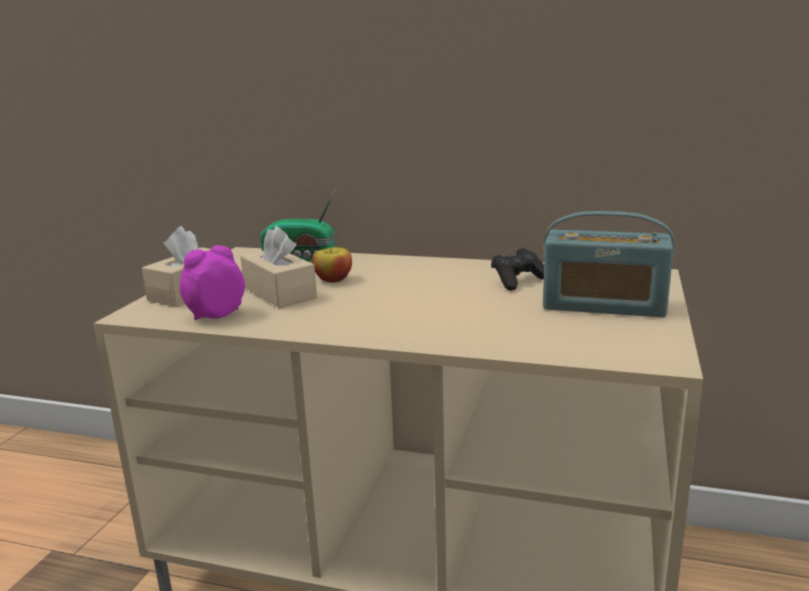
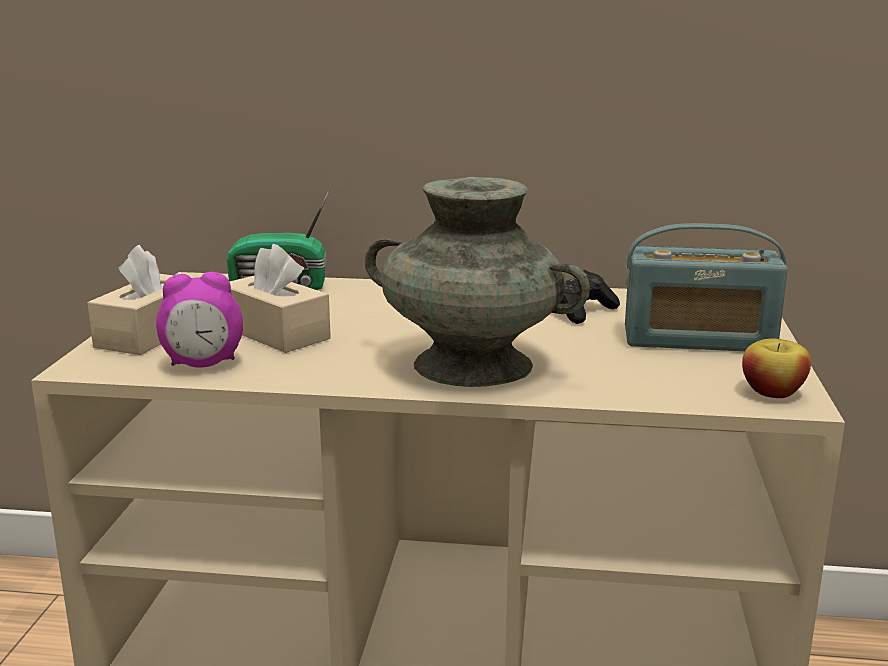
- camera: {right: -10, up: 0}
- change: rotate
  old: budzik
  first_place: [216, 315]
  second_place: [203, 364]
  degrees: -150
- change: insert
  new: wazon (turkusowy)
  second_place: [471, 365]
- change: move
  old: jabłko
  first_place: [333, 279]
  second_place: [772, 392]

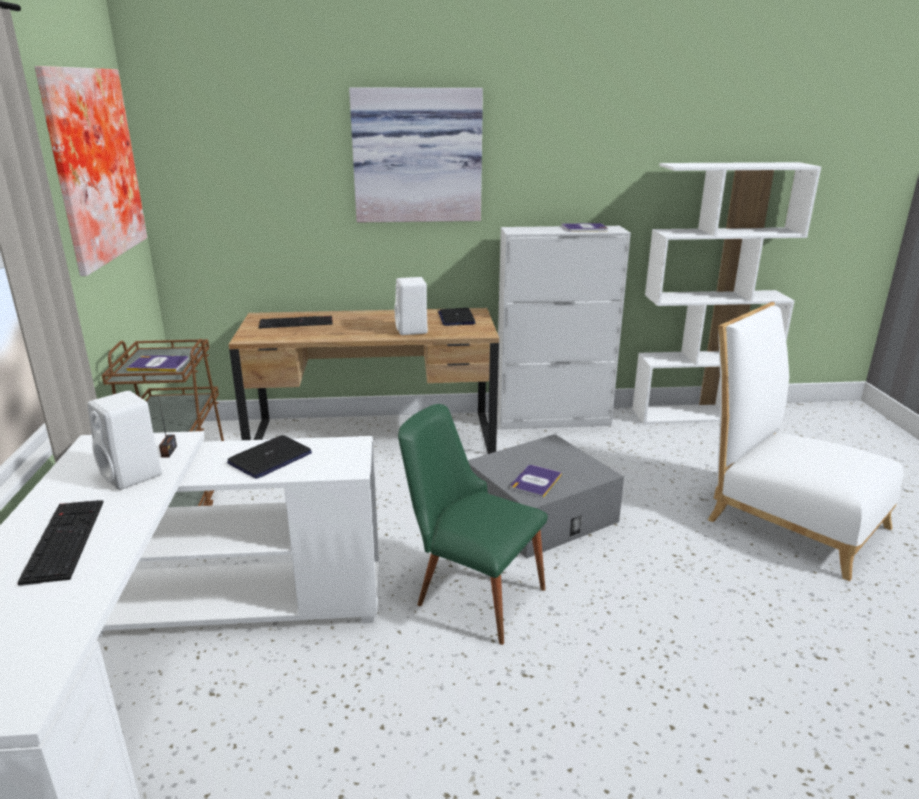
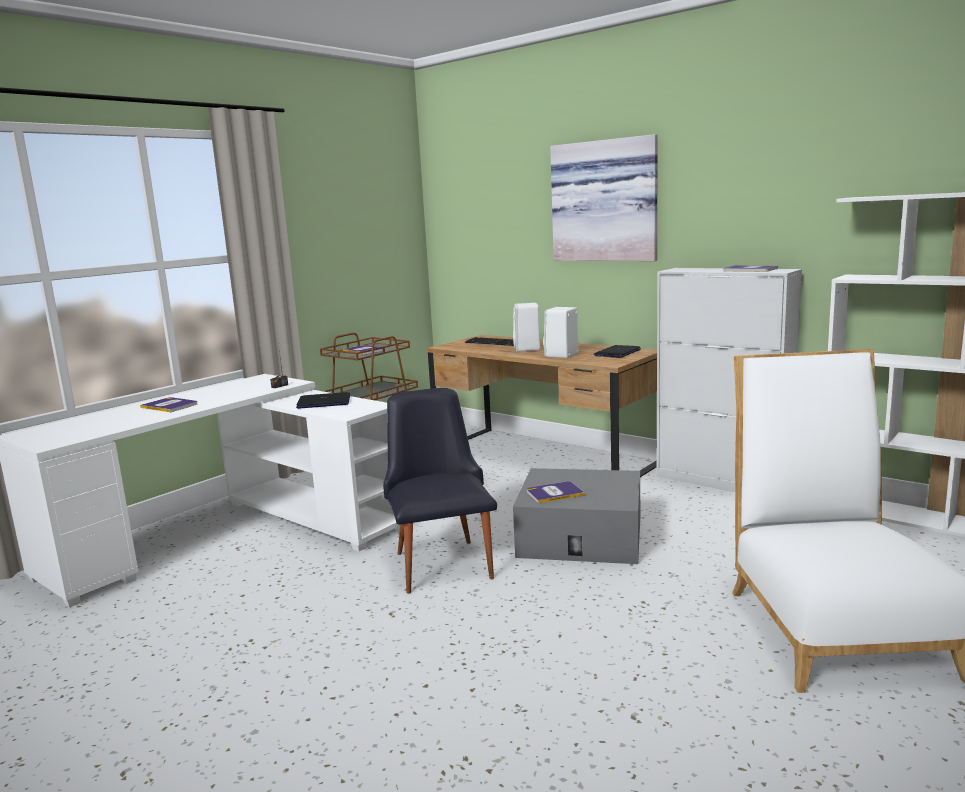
- camera: {right: 45, up: -10}
- change: replace
  old: klawiatura
  new: książka
  first_place: [62, 540]
  second_place: [170, 406]
- change: recolor
  old: krzesło (zielony)
  new: krzesło (czarny)
  first_place: [471, 592]
  second_place: [441, 560]
- change: move
  old: głośnik (biały)
  first_place: [133, 475]
  second_place: [527, 349]
- change: delete
  old: obraz
  first_place: [90, 166]

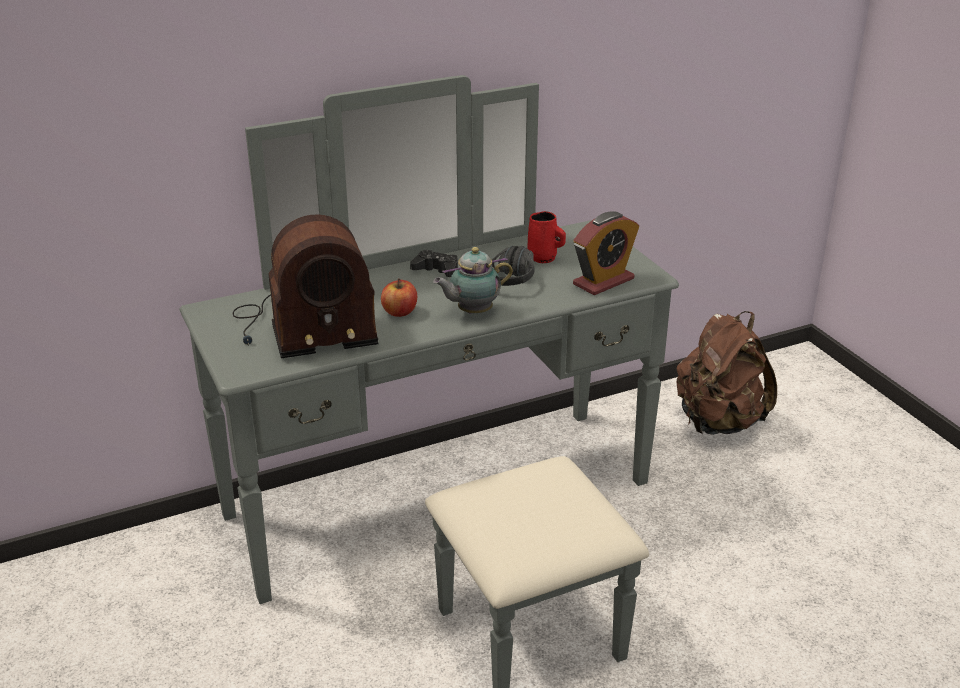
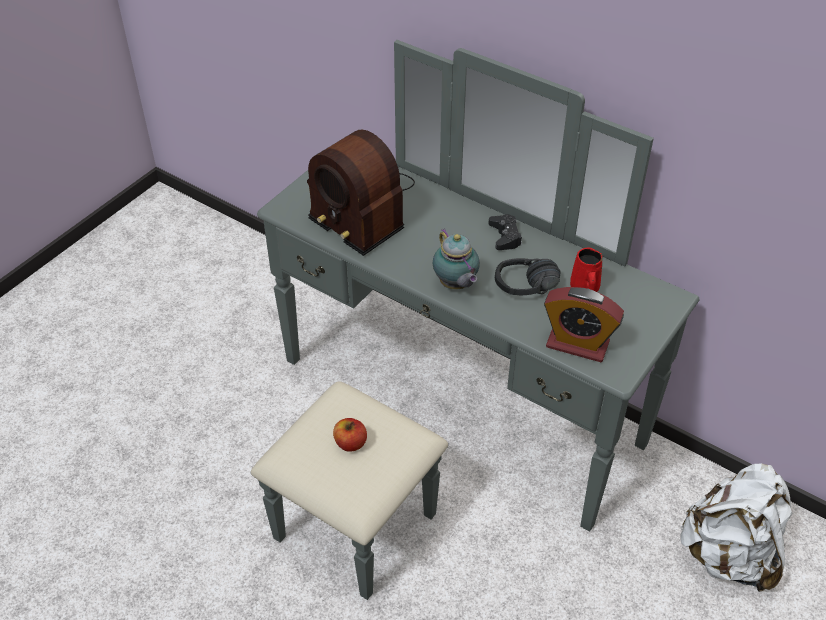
- camera: {right: 60, up: 15}
- change: move
  old: jabłko
  first_place: [400, 312]
  second_place: [350, 443]
- change: rotate
  old: imbryk
  first_place: [472, 312]
  second_place: [455, 285]
  degrees: -150
- change: recolor
  old: plecak (brązowy)
  new: plecak (biały)
  first_place: [718, 422]
  second_place: [729, 554]

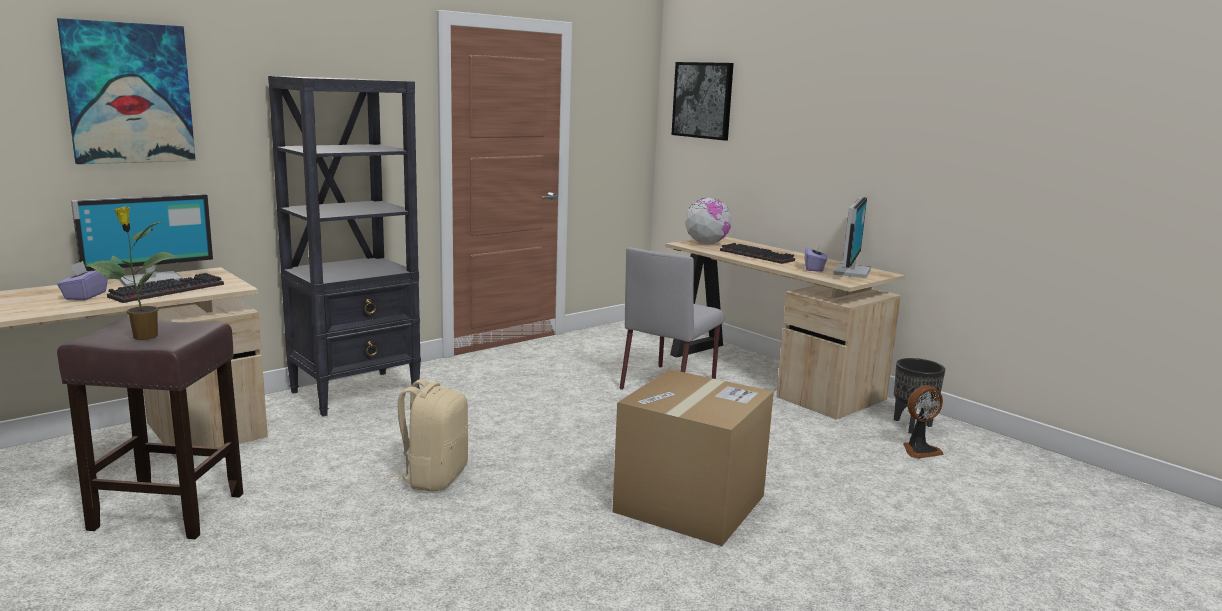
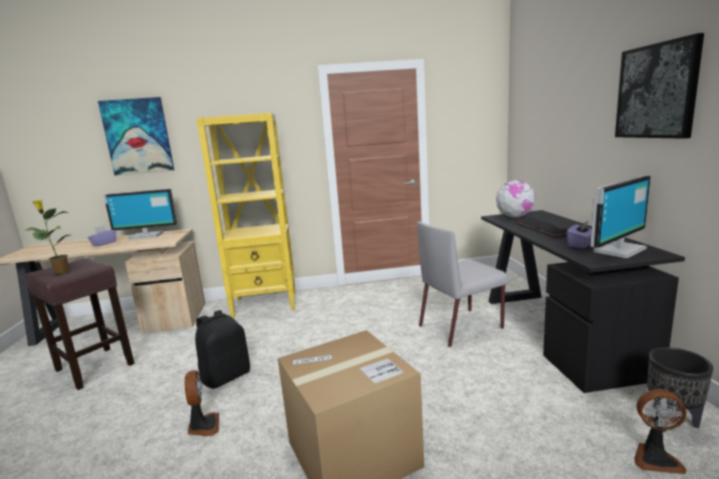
- camera: {right: 35, up: 0}
- change: insert
  new: wentylator
  second_place: [203, 426]
- change: recolor
  old: plecak (beżowy)
  new: plecak (czarny)
  first_place: [434, 477]
  second_place: [226, 376]
- change: recolor
  old: regał (czarny)
  new: regał (żółty)
  first_place: [356, 393]
  second_place: [266, 304]
- change: recolor
  old: biurko (beżowy)
  new: biurko (czarny)
  first_place: [767, 375]
  second_place: [555, 331]
- change: move
  old: obraz
  first_place: [703, 100]
  second_place: [656, 91]
- change: delete
  old: klawiatura
  first_place: [168, 290]

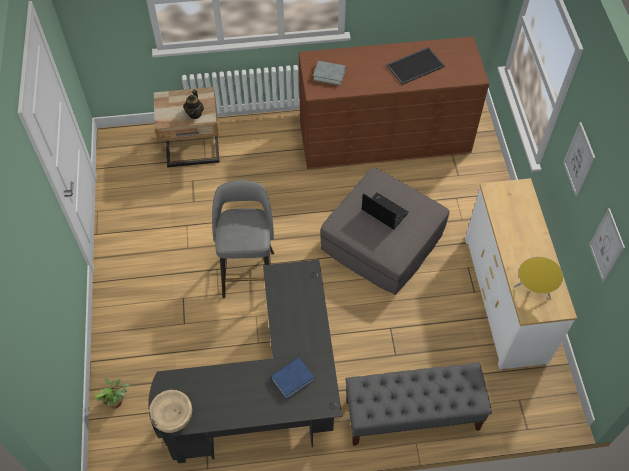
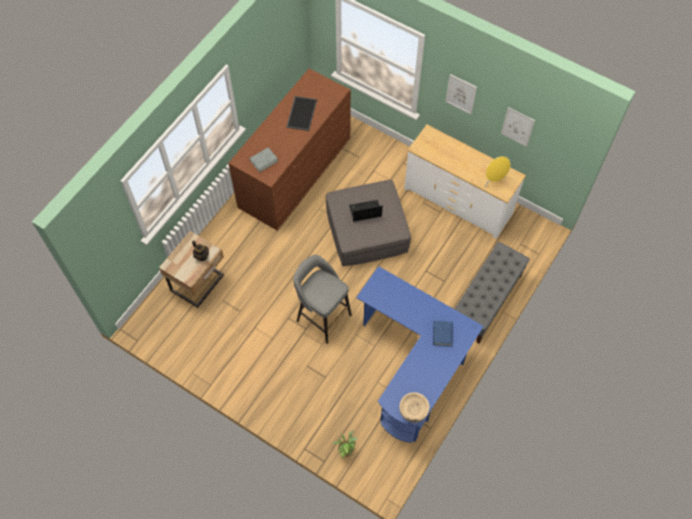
- camera: {right: -50, up: 5}
- change: recolor
  old: biurko (czarny)
  new: biurko (niebieski)
  first_place: [267, 399]
  second_place: [415, 366]

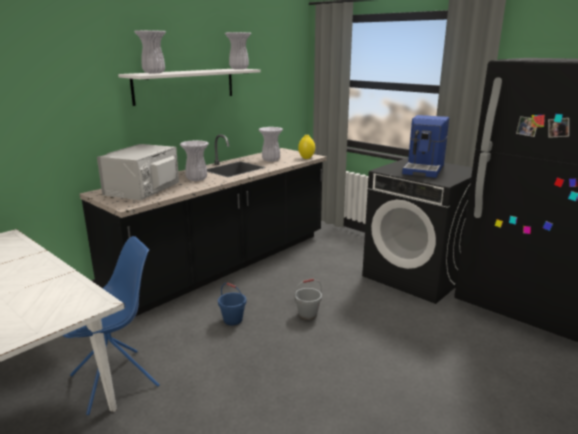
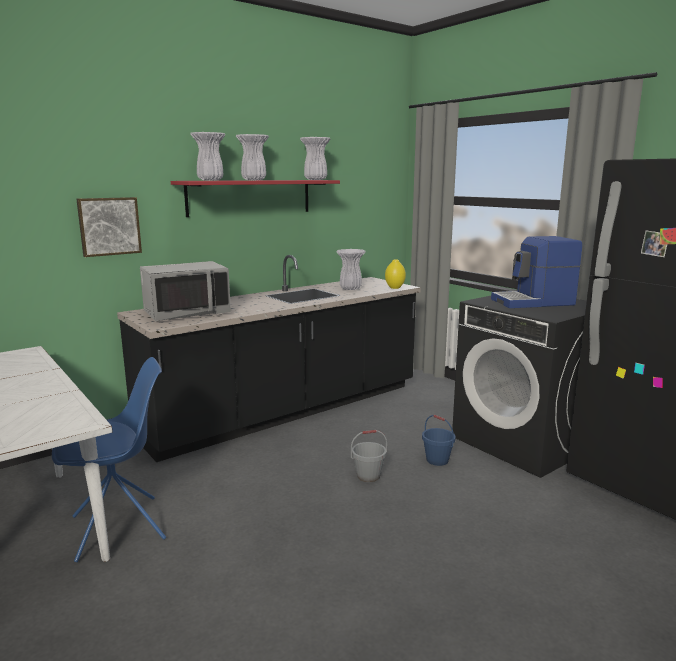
- camera: {right: 10, up: -5}
- change: insert
  new: obraz
  second_place: [109, 226]
- change: rotate
  old: mikrofalówka (szary)
  first_place: [143, 191]
  second_place: [187, 313]
  degrees: -150
- change: recolor
  old: półka (biały)
  new: półka (czerwony)
  first_place: [185, 85]
  second_place: [250, 197]
- change: move
  old: wazon (biały)
  first_place: [196, 179]
  second_place: [253, 180]
- change: move
  old: wiadro (niebieski)
  first_place: [233, 320]
  second_place: [437, 460]
- change: rotate
  old: ekspres do kawy
  first_place: [424, 169]
  second_place: [533, 302]
  degrees: 45

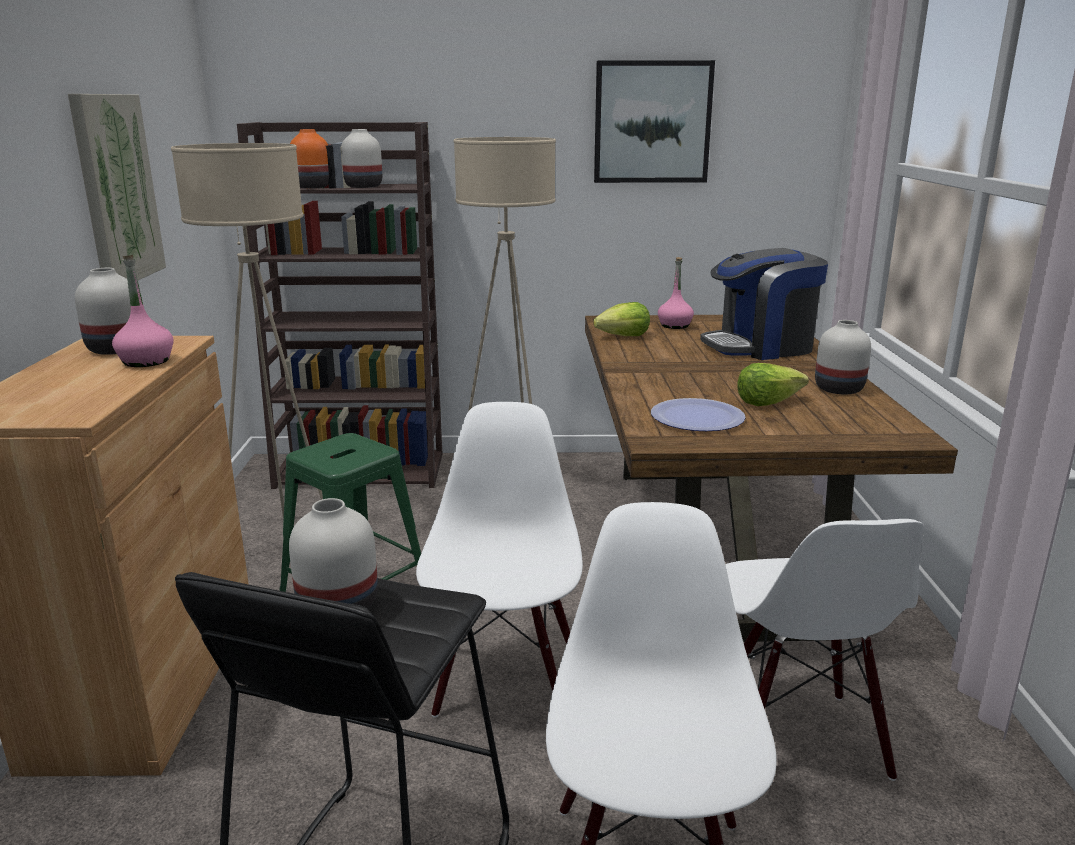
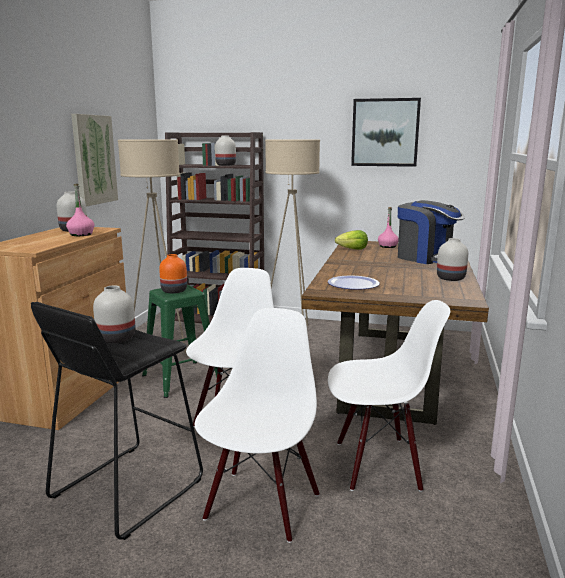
- camera: {right: 15, up: -5}
- change: move
  old: wazon (pomarańczowy)
  first_place: [313, 187]
  second_place: [174, 290]
- change: rotate
  old: krzesło (biały)
  first_place: [795, 739]
  second_place: [378, 464]
  degrees: -105
- change: rotate
  old: ekspres do kawy
  first_place: [760, 347]
  second_place: [427, 258]
  degrees: -135
- change: delete
  old: sałata
  first_place: [767, 402]

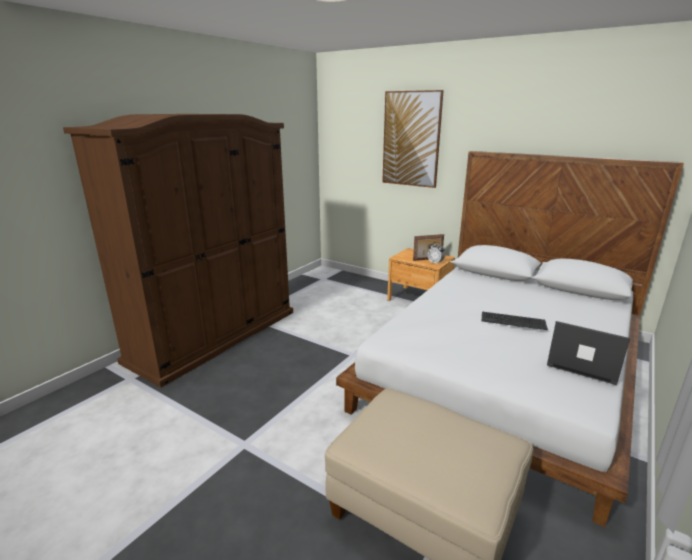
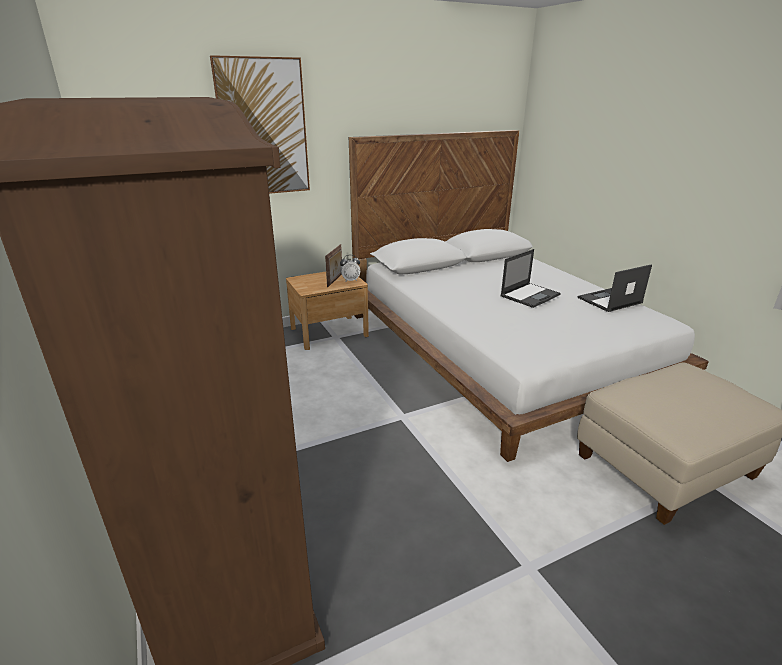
- camera: {right: -60, up: 5}
- change: replace
  old: klawiatura
  new: laptop
  first_place: [513, 321]
  second_place: [530, 295]

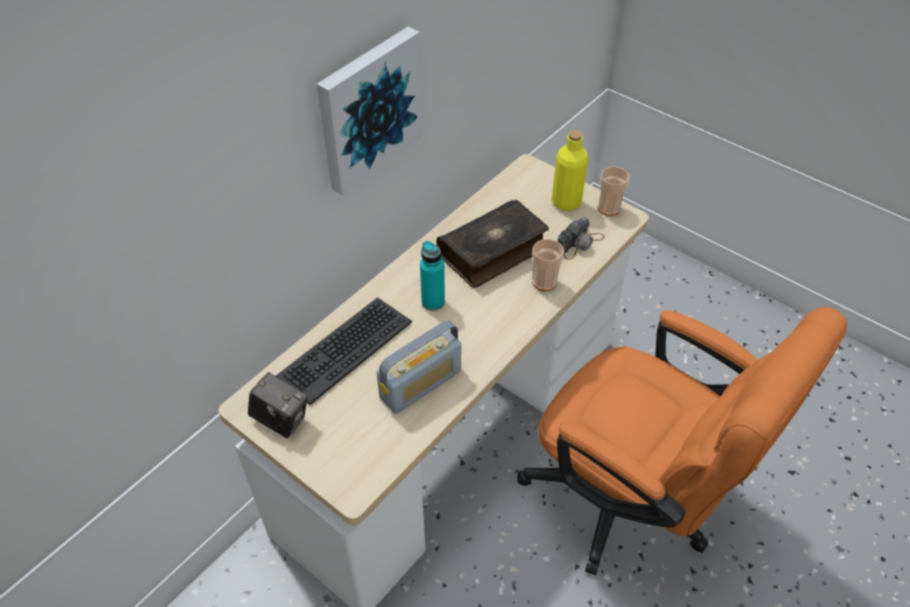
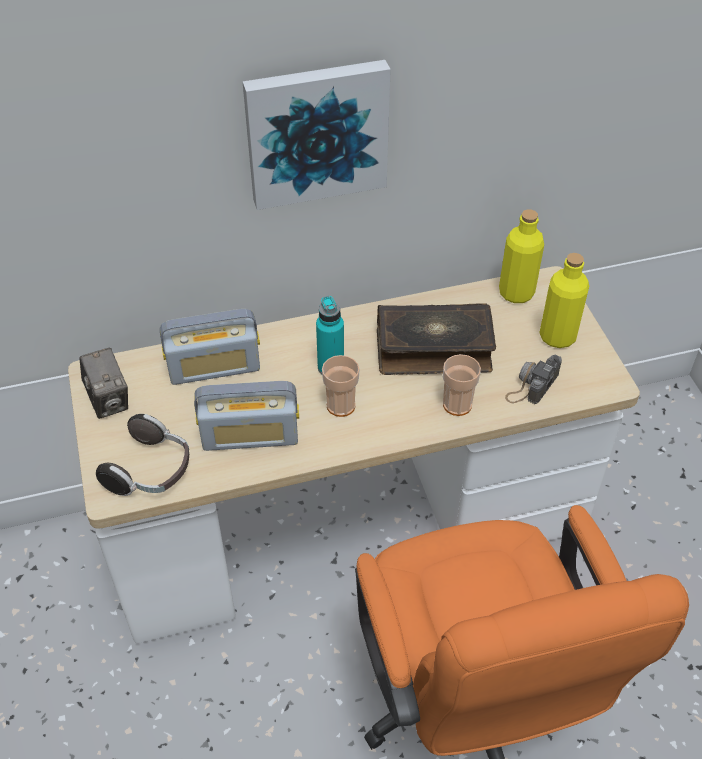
- camera: {right: 35, up: 0}
- change: insert
  new: słuchawki
  second_place: [151, 471]
- change: replace
  old: klawiatura
  new: radio
  first_place: [345, 349]
  second_place: [214, 368]
- change: move
  old: filiżanka
  first_place: [609, 208]
  second_place: [341, 405]
- change: insert
  new: butelka (żółty)
  second_place: [516, 293]
- change: rotate
  old: aparat fotograficzny
  first_place: [580, 243]
  second_place: [532, 385]
  degrees: 135

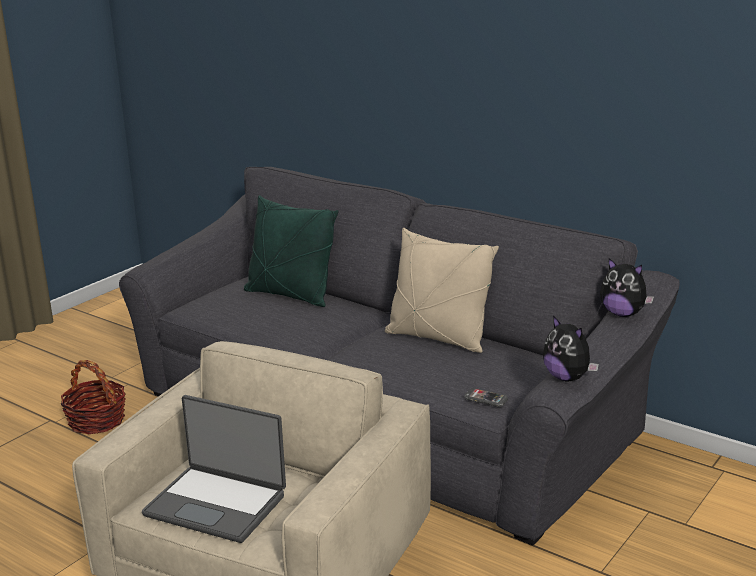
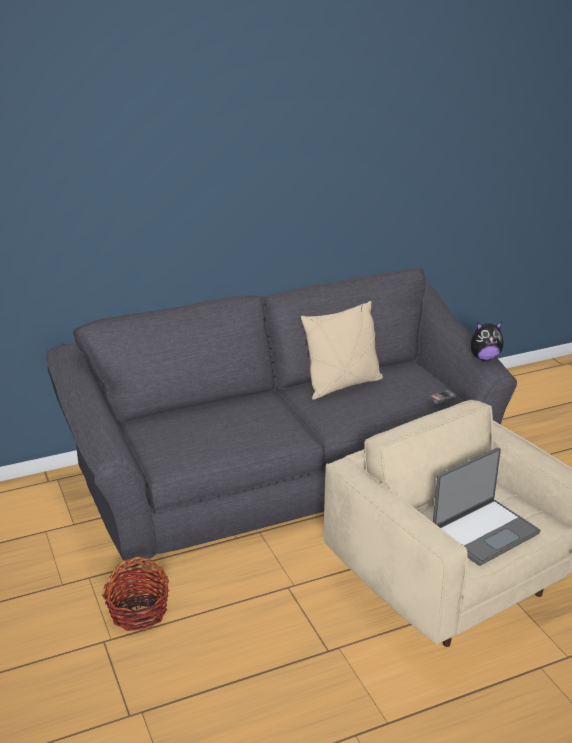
- camera: {right: -60, up: 5}
- change: delete
  old: poduszka (zielony)
  first_place: [290, 295]
- change: delete
  old: pluszak
  first_place: [622, 313]

